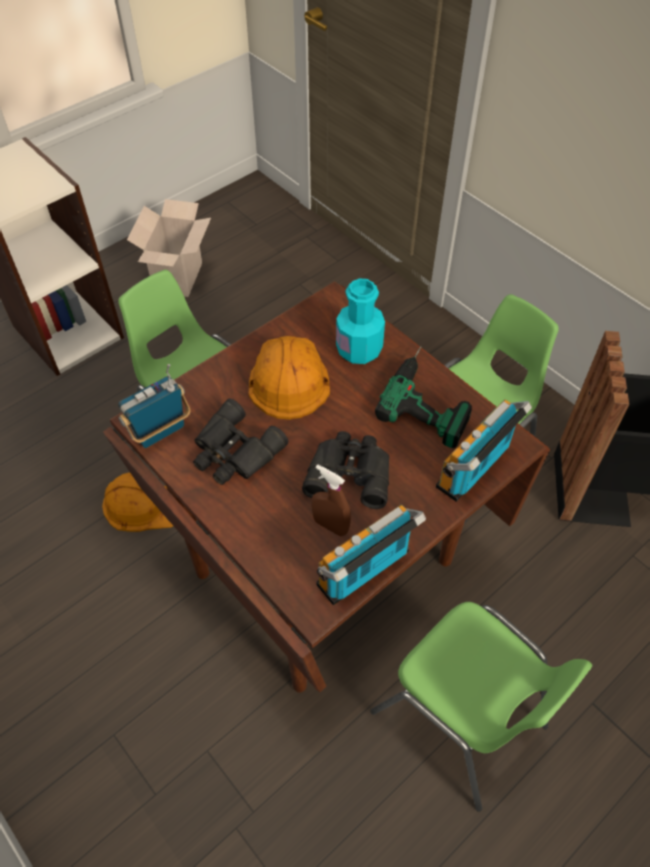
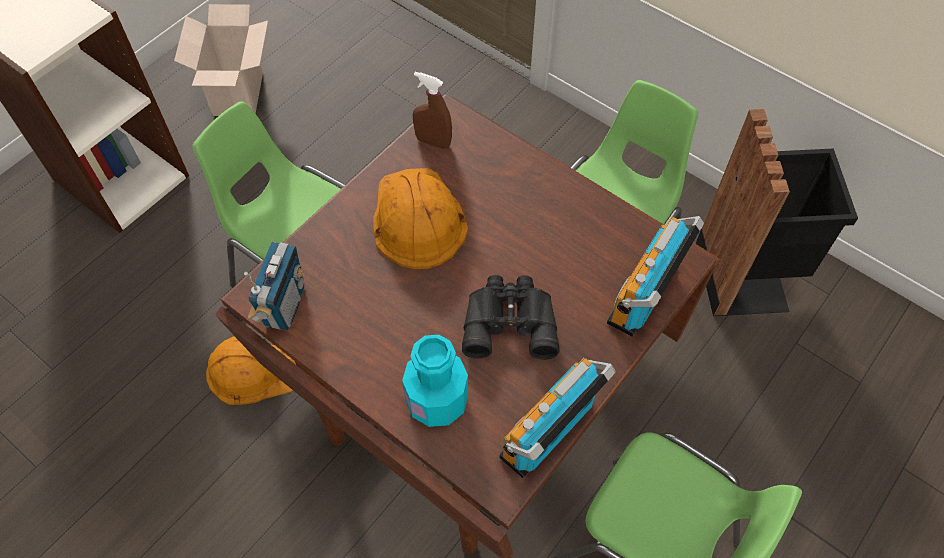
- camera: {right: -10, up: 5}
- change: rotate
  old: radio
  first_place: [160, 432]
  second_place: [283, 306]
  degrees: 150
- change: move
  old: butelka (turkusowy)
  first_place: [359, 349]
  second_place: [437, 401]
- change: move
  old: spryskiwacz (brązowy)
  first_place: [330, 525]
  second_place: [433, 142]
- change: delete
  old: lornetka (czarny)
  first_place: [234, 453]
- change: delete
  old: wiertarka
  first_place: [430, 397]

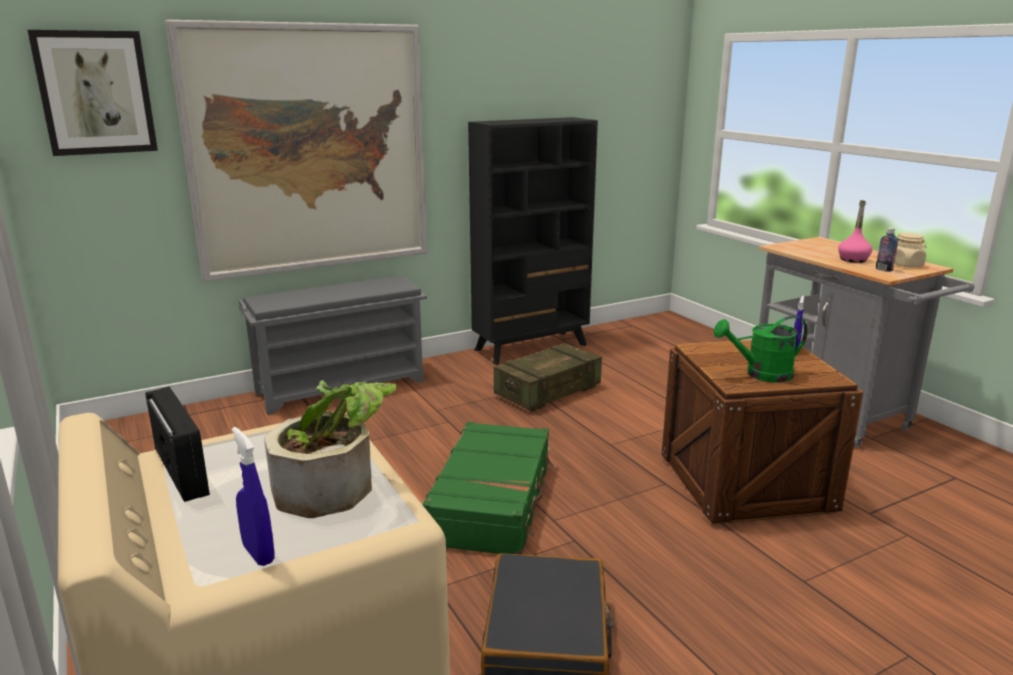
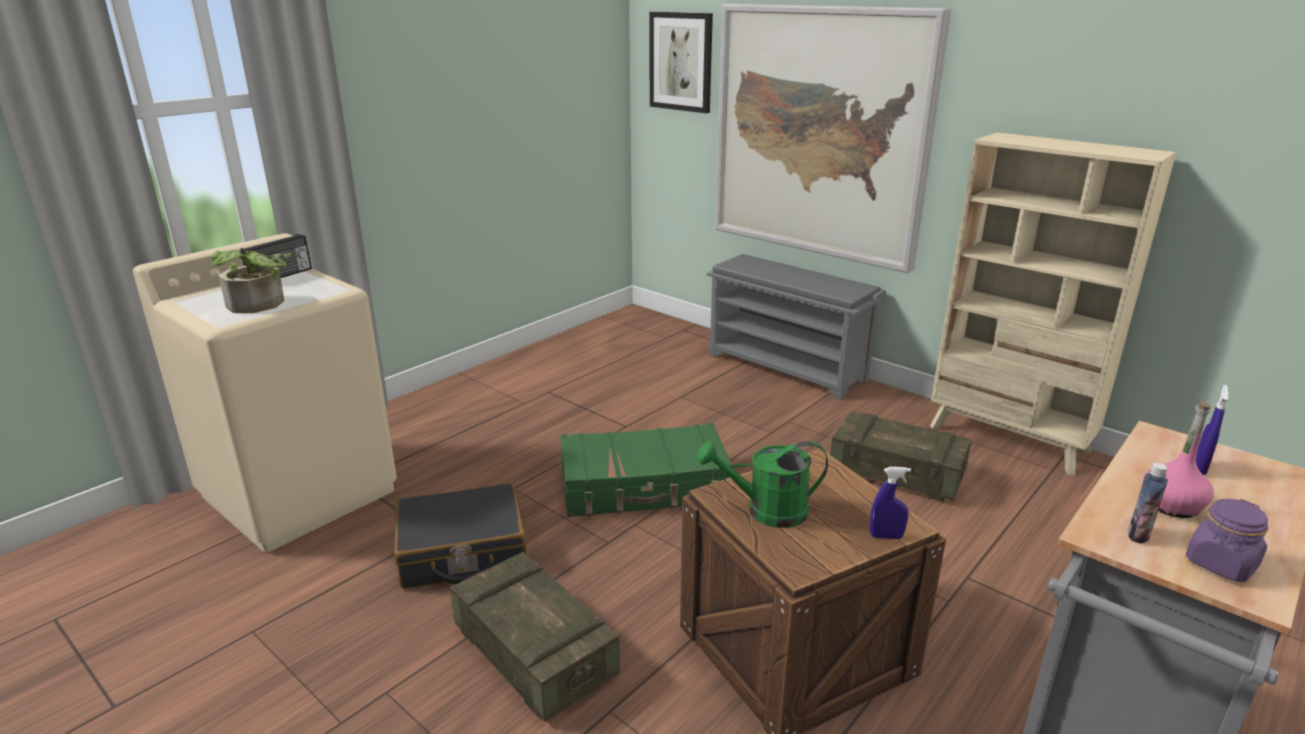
- camera: {right: 70, up: 5}
- change: insert
  new: skrzynka
  second_place: [534, 653]
- change: rotate
  old: konewka (zielony)
  first_place: [761, 374]
  second_place: [766, 511]
  degrees: -60
- change: recolor
  old: regał (czarny)
  new: regał (beżowy)
  first_place: [532, 347]
  second_place: [1009, 439]
- change: recolor
  old: słoik (beżowy)
  new: słoik (fioletowy)
  first_place: [906, 265]
  second_place: [1220, 564]
- change: move
  old: spryskiwacz (niebieski)
  first_place: [258, 554]
  second_place: [1199, 468]

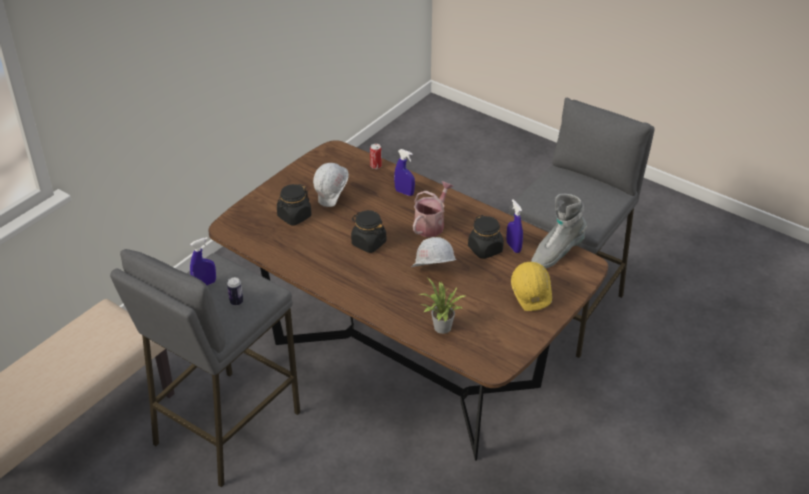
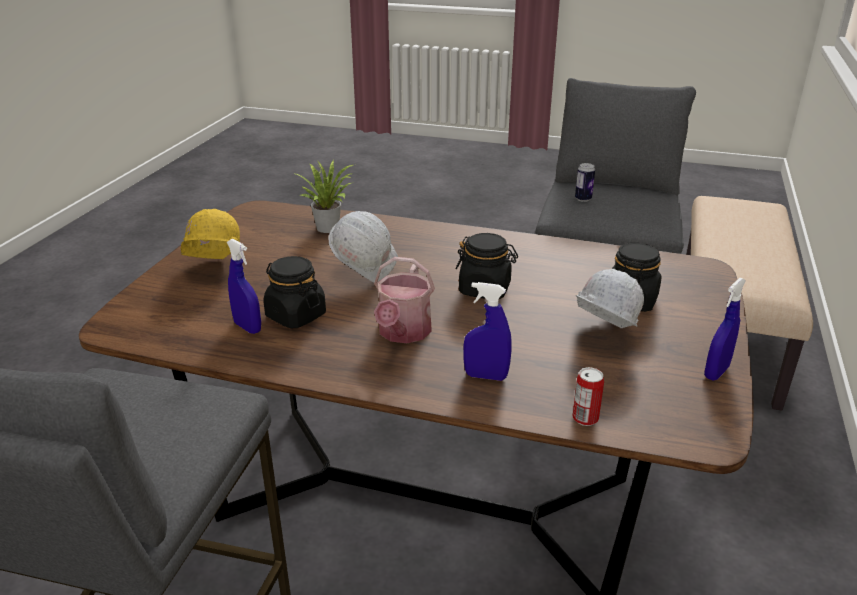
- camera: {right: 160, up: -10}
- change: move
  old: spryskiwacz (niebieski)
  first_place: [205, 284]
  second_place: [716, 372]
- change: delete
  old: but z cholewką (szary)
  first_place: [556, 253]

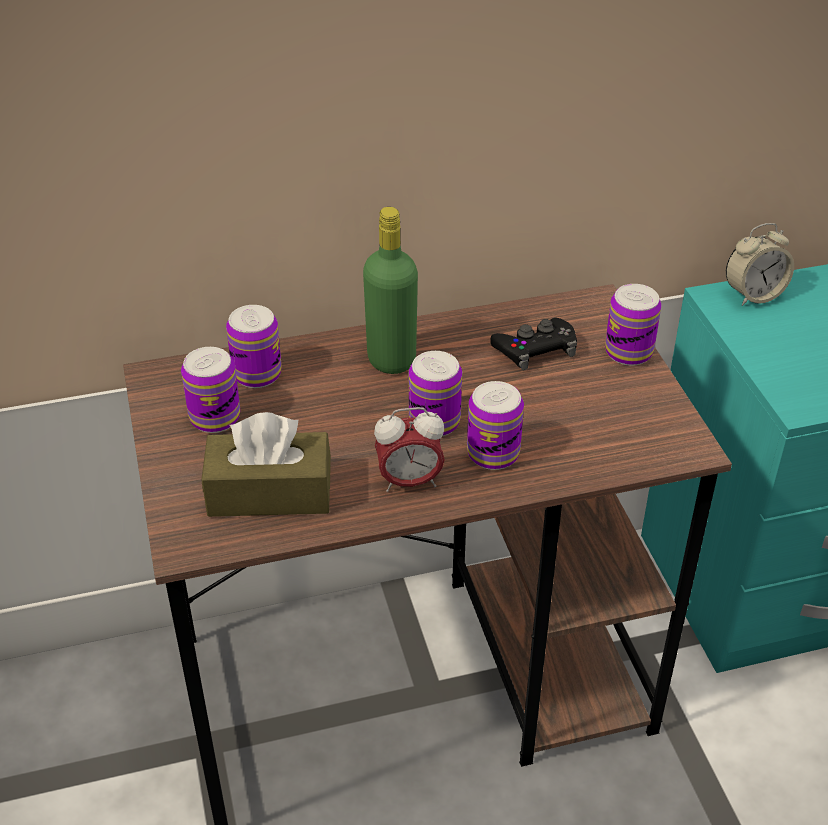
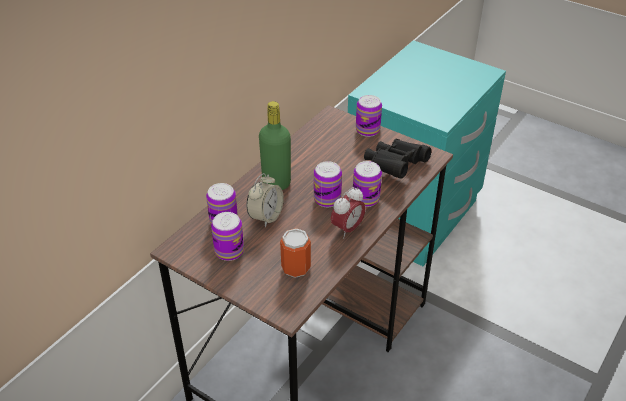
- camera: {right: -40, up: 0}
- change: move
  old: budzik
  first_place: [753, 295]
  second_place: [266, 217]
- change: replace
  old: pudełko chusteczek (brązowy)
  new: puszka
  first_place: [269, 492]
  second_place: [296, 268]
- change: insert
  new: lornetka (czarny)
  second_place: [395, 167]
- change: delete
  old: pad do gier (czarny)
  first_place: [535, 349]

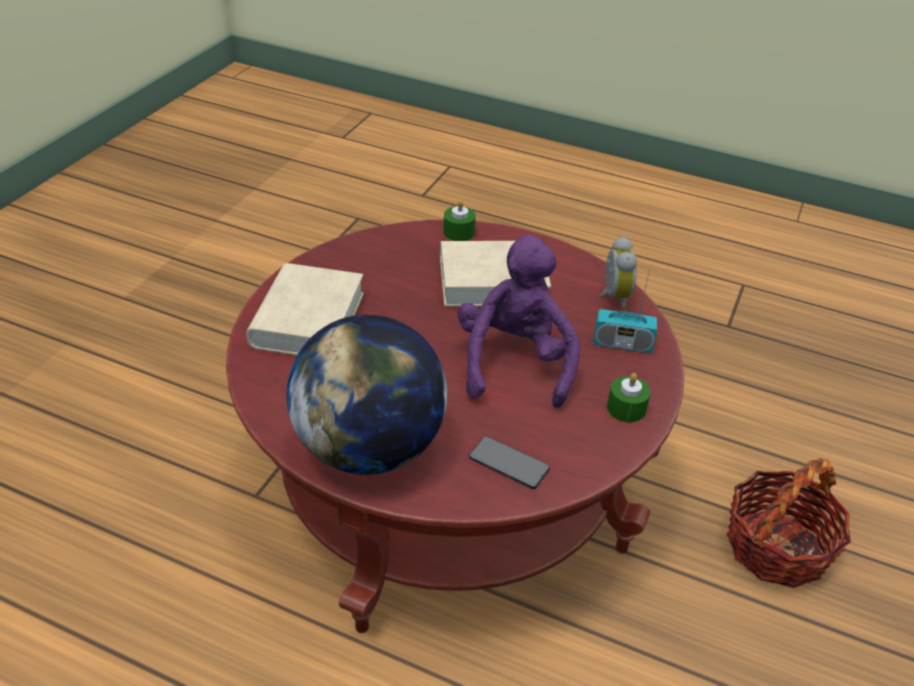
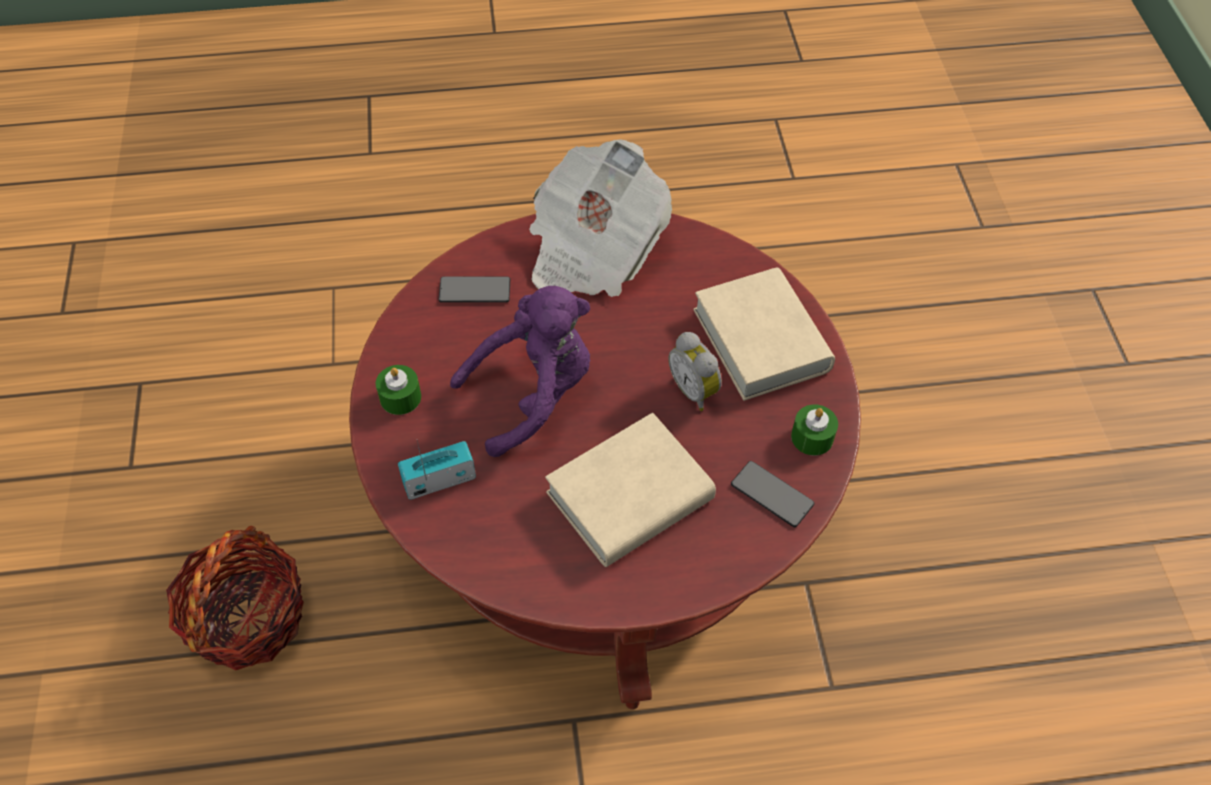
- camera: {right: 150, up: 15}
- change: rotate
  old: pluszak (fioletowy)
  first_place: [514, 363]
  second_place: [533, 394]
  degrees: -90
- change: replace
  old: globus
  new: gazeta
  first_place: [369, 448]
  second_place: [593, 249]
- change: move
  old: budzik
  first_place: [612, 297]
  second_place: [695, 390]
- change: insert
  new: telefon
  second_place: [772, 494]
- change: move
  old: świeca (zielony)
  first_place: [458, 232]
  second_place: [812, 437]

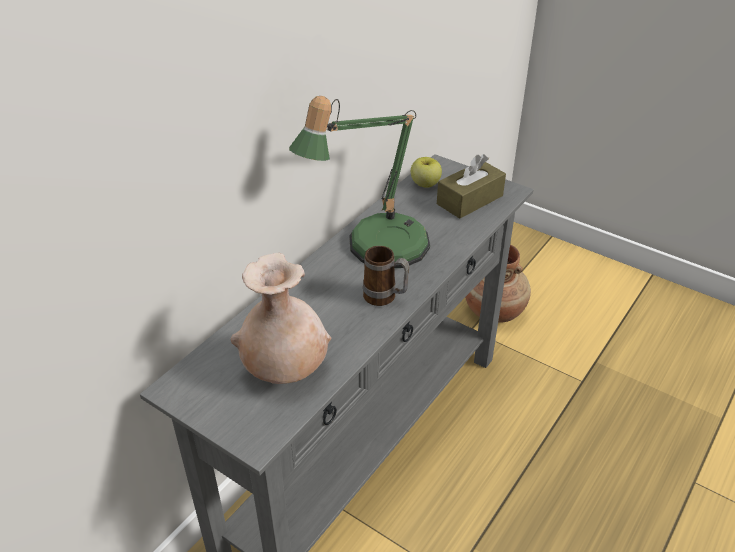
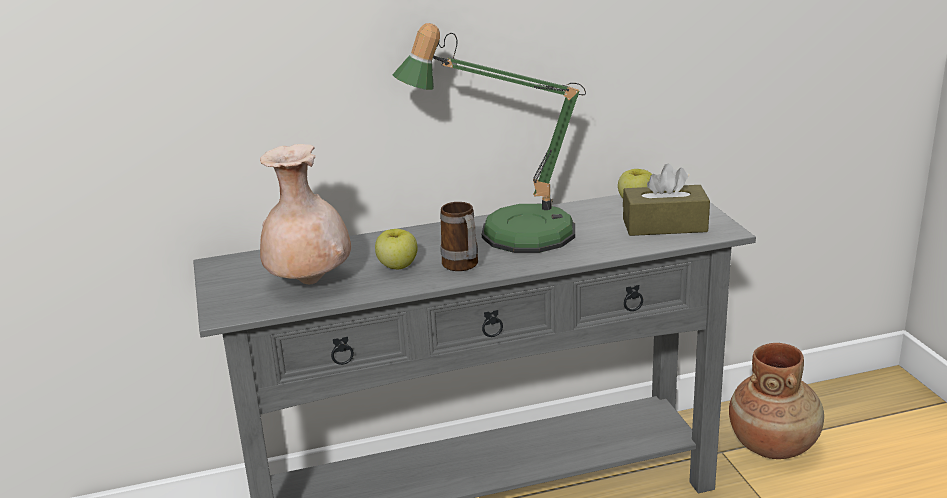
- camera: {right: 40, up: -15}
- change: insert
  new: jabłko
  second_place: [397, 266]

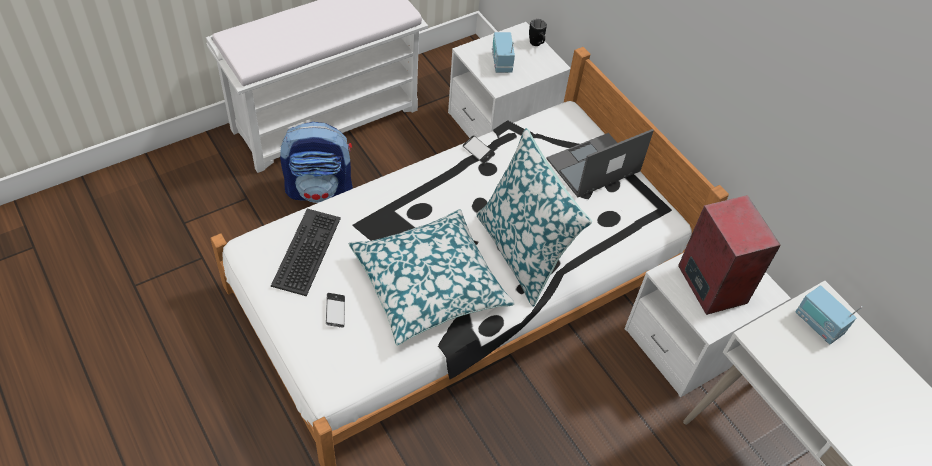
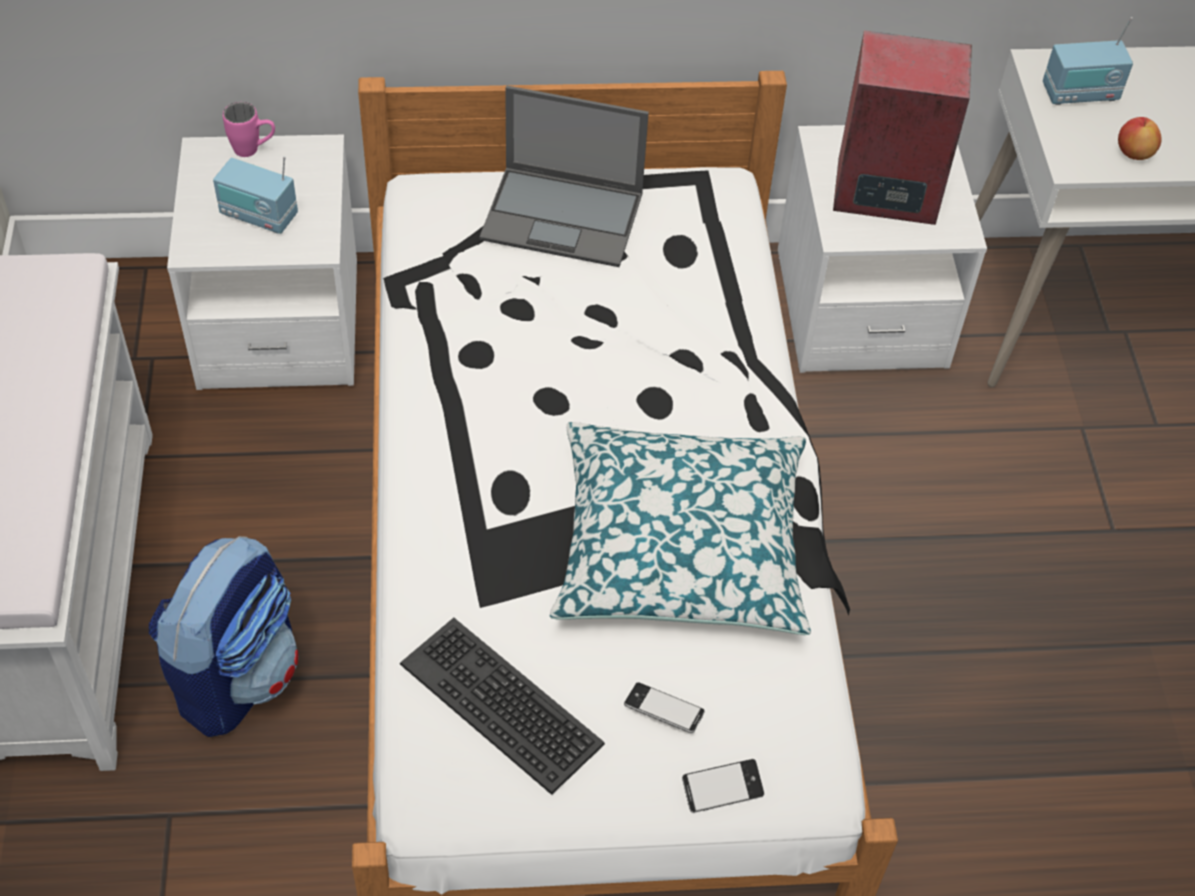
- camera: {right: -60, up: 0}
- change: recolor
  old: kubek (czarny)
  new: kubek (różowy)
  first_place: [537, 45]
  second_place: [254, 150]
- change: rotate
  old: laptop
  first_place: [592, 166]
  second_place: [564, 216]
  degrees: -75
- change: move
  old: telefon
  first_place: [478, 151]
  second_place: [722, 789]
- change: insert
  new: jabłko
  second_place: [1133, 153]
- change: delete
  old: poduszka
  first_place: [522, 252]

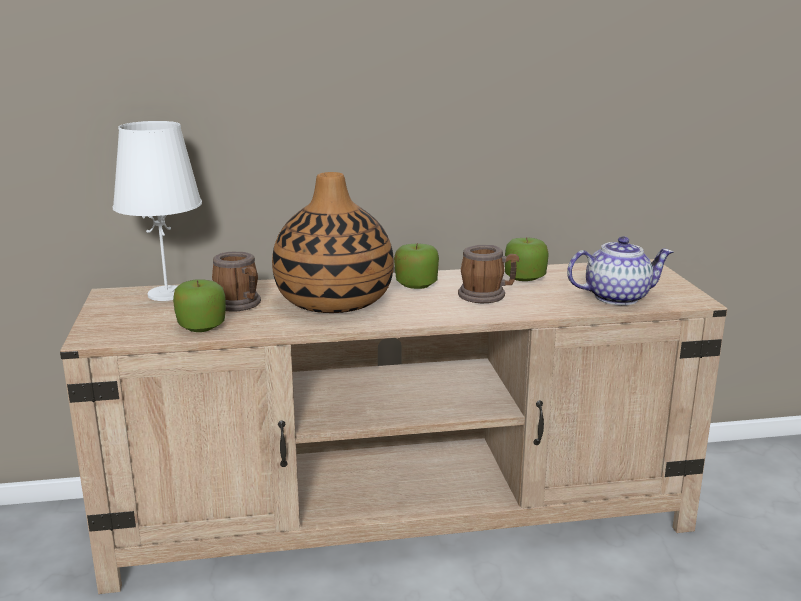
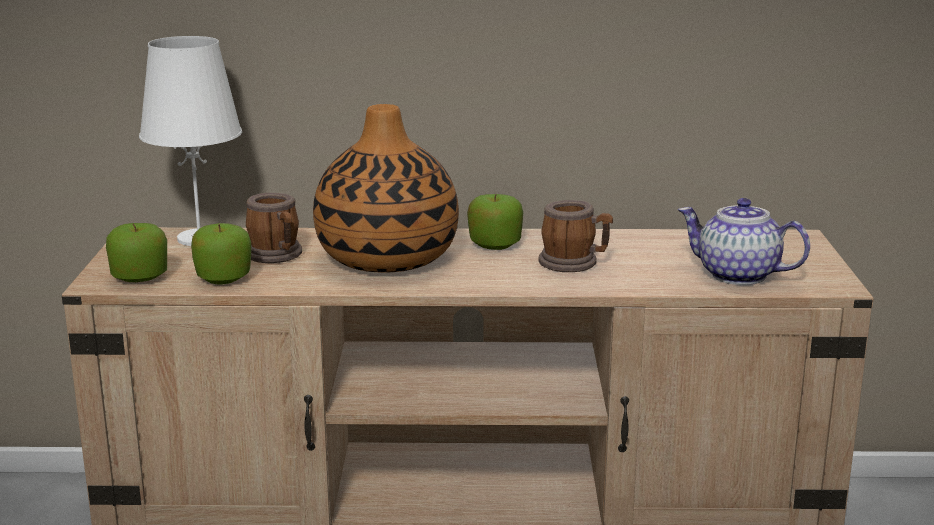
- camera: {right: 10, up: 0}
- change: move
  old: jabłko
  first_place: [525, 278]
  second_place: [140, 277]
- change: rotate
  old: imbryk
  first_place: [617, 297]
  second_place: [737, 275]
  degrees: -150

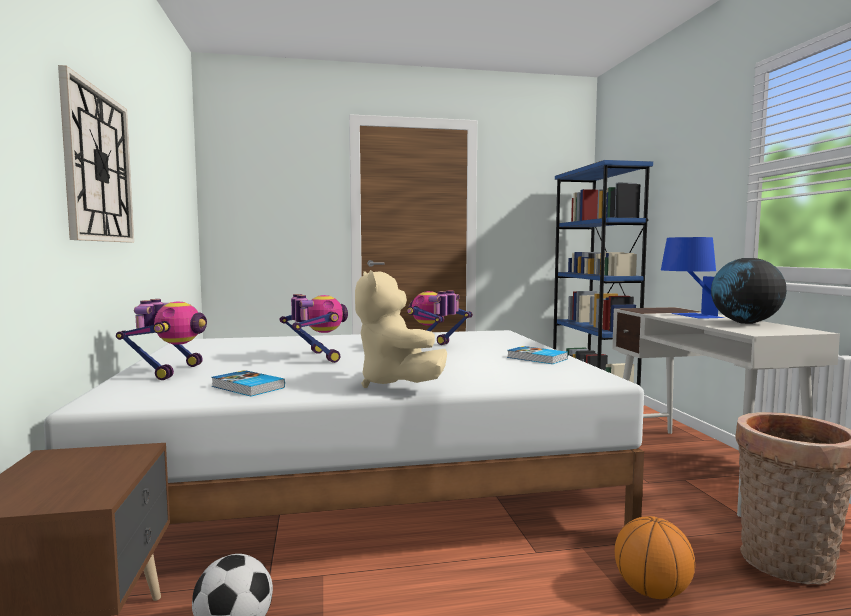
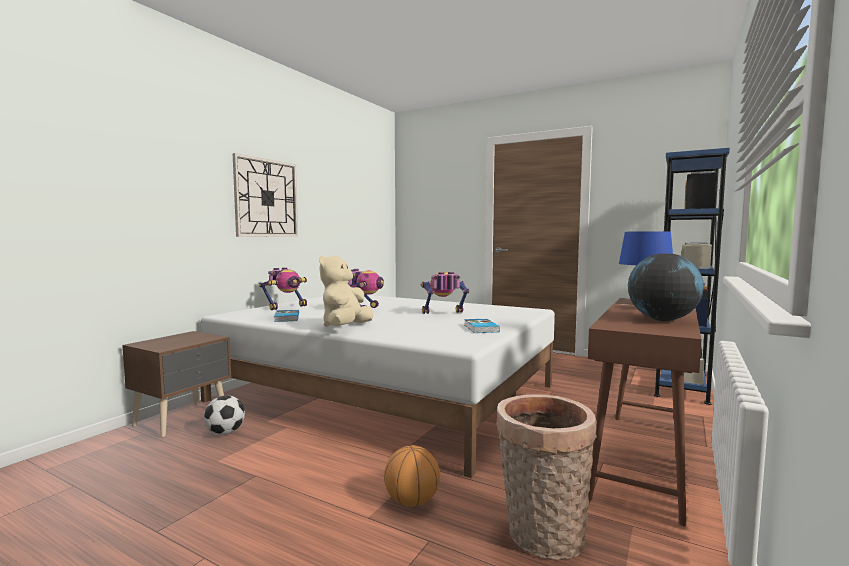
- camera: {right: 40, up: 0}
- change: recolor
  old: biurko (biały)
  new: biurko (brązowy)
  first_place: [699, 467]
  second_place: [642, 460]

